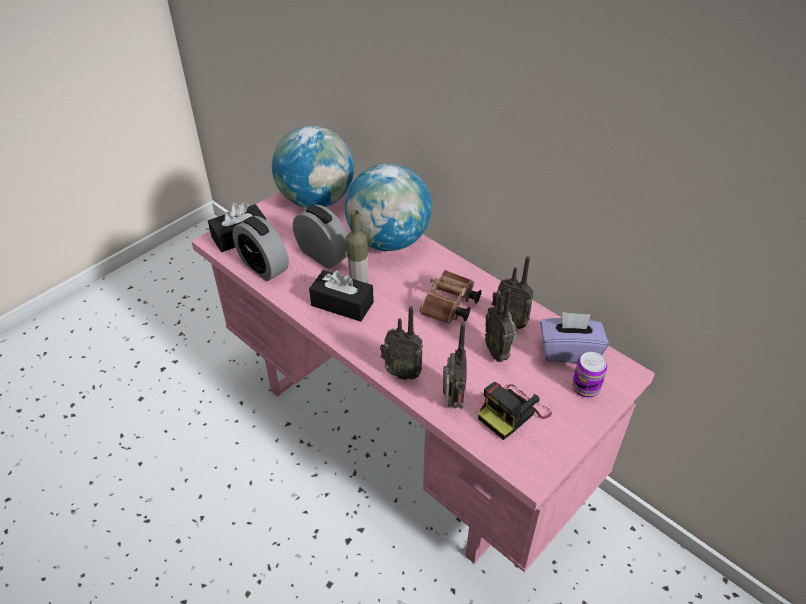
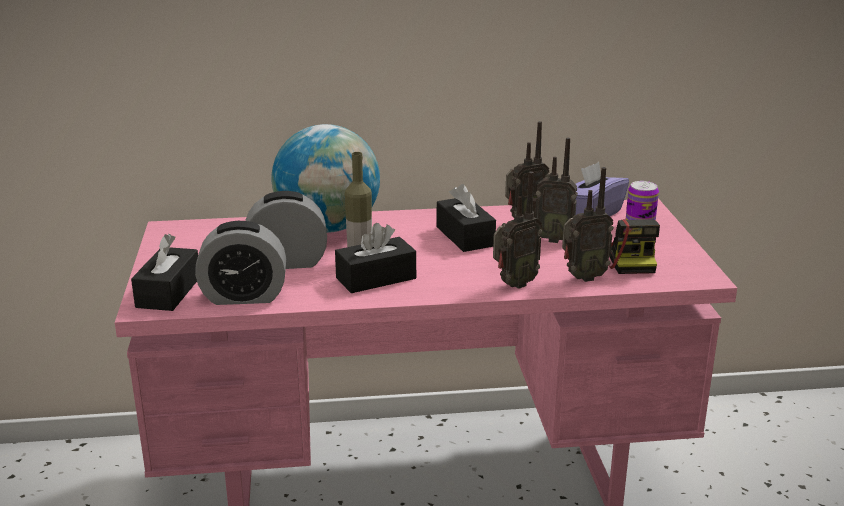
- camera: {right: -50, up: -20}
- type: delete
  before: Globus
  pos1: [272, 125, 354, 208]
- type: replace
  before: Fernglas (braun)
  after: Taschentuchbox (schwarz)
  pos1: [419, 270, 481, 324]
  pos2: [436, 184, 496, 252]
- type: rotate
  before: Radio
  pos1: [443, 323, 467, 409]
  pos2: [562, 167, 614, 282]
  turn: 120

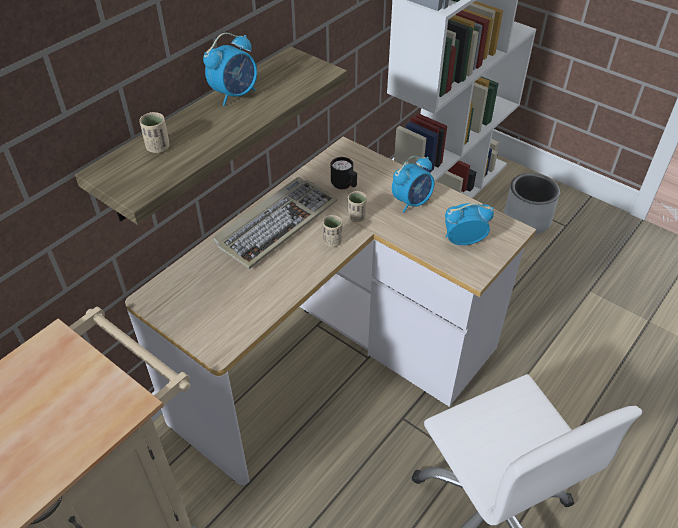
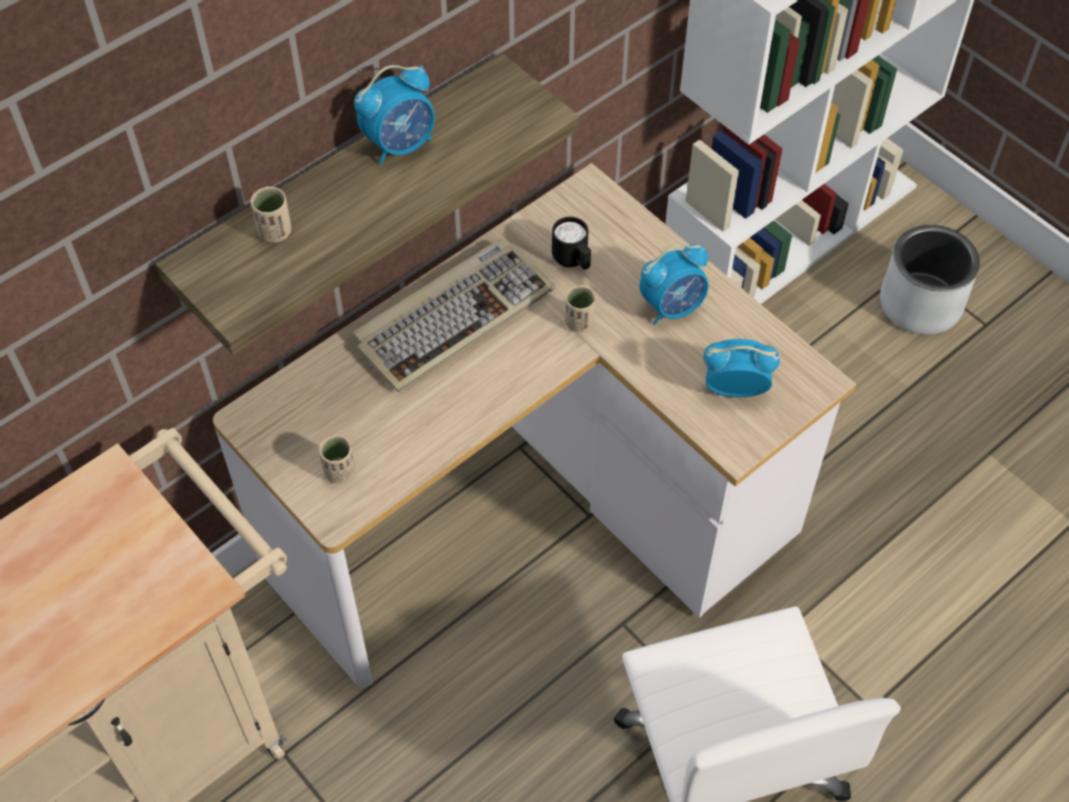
- camera: {right: 10, up: 10}
- type: move
  before: Tasse (beige)
  pos1: [323, 215, 342, 247]
  pos2: [319, 435, 355, 484]

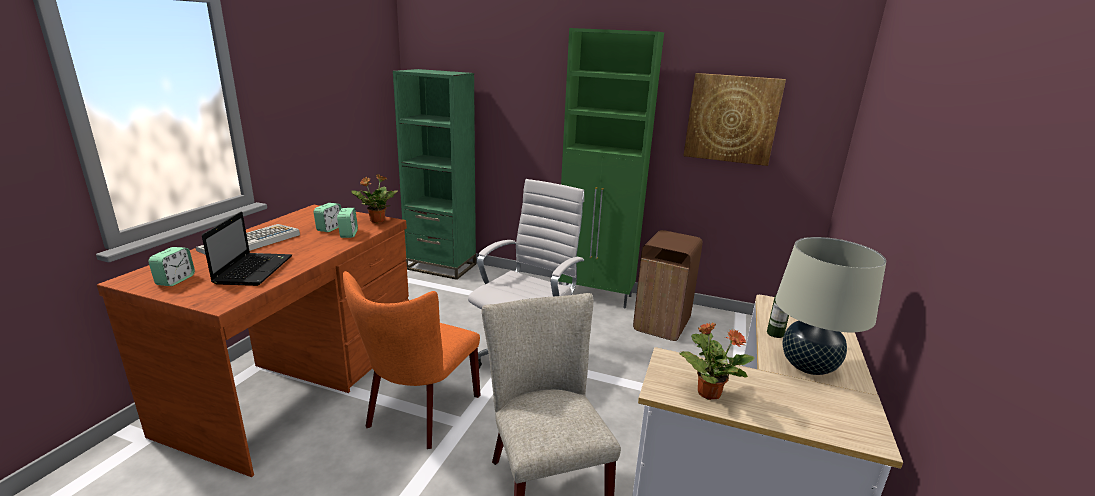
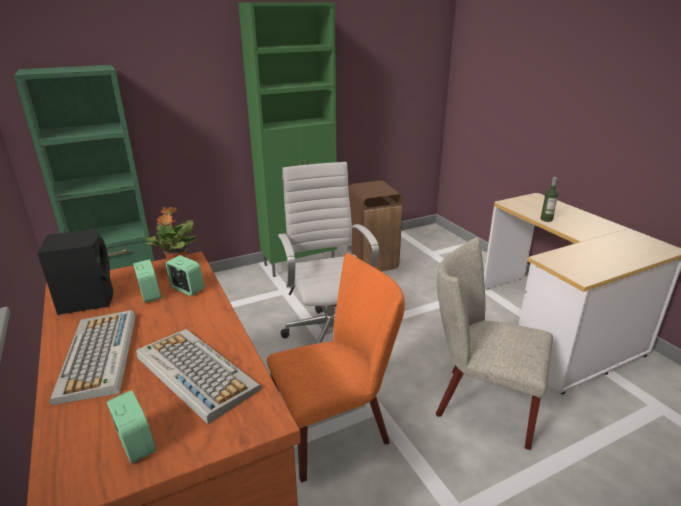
- camera: {right: -45, up: 5}
- type: replace
  before: Laptop
  after: Tastatur
  pos1: [202, 212, 292, 286]
  pos2: [136, 329, 261, 424]
- type: rotate
  before: Stuhl (orange)
  pos1: [343, 271, 480, 449]
  pos2: [267, 253, 405, 482]
  turn: -90
- type: delete
  before: Topfpflanze
  pos1: [679, 322, 755, 400]
- type: delete
  before: Bild
  pos1: [683, 73, 786, 166]
- type: delete
  before: Tischlampe (beige)
  pos1: [775, 237, 886, 375]
- type: insert
  after: Lautsprecher (schwarz)
  pos2: [37, 229, 113, 315]

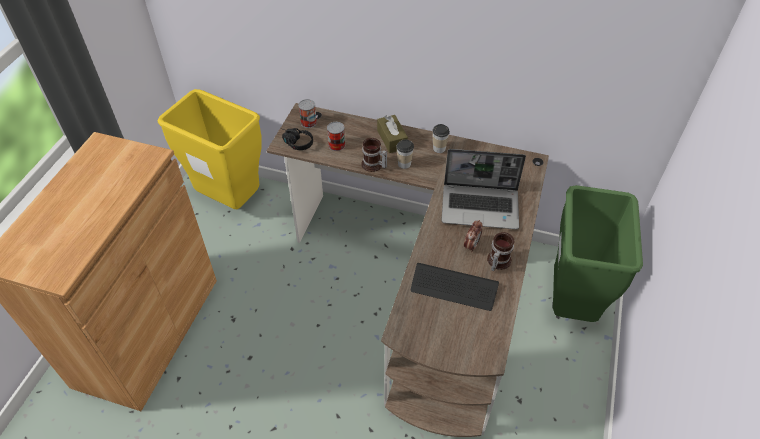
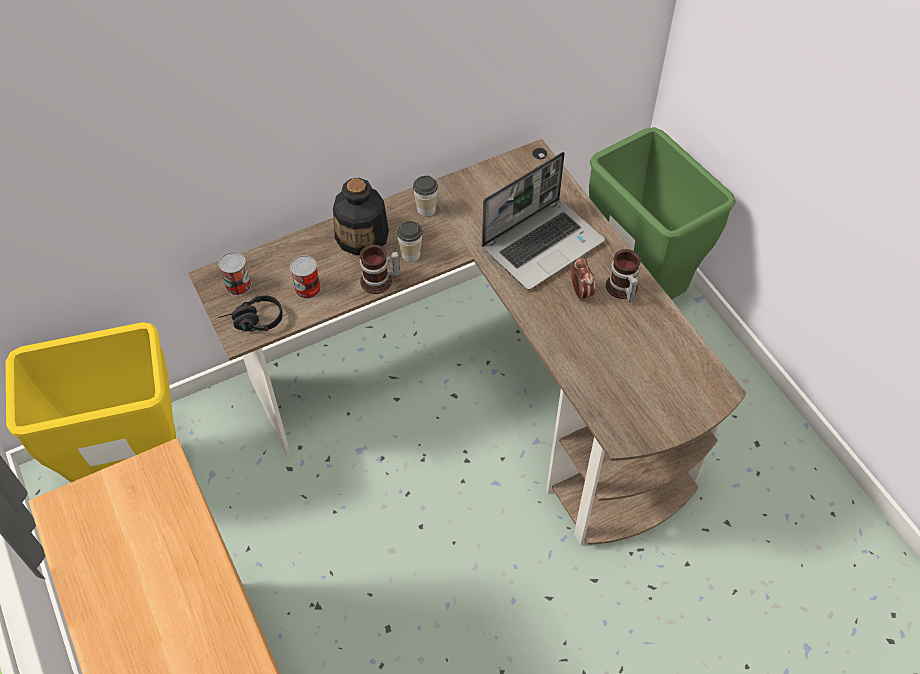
- camera: {right: -45, up: 5}
- type: replace
  before: Taschentuchbox (braun)
  after: Flasche
  pos1: [377, 115, 408, 153]
  pos2: [333, 178, 389, 255]
- type: delete
  before: Tastatur
  pos1: [411, 263, 499, 311]

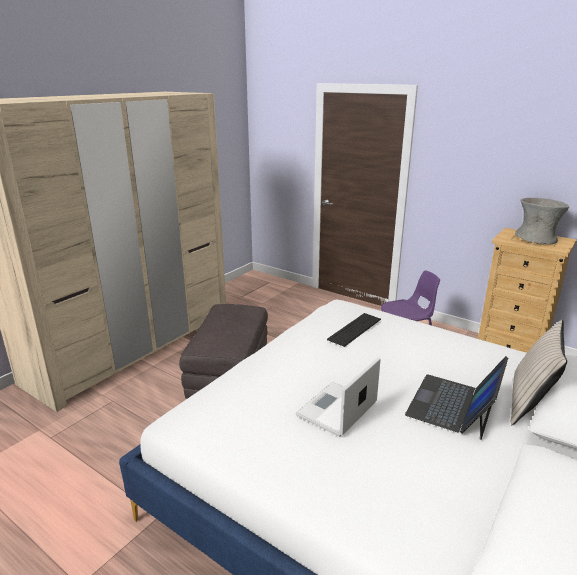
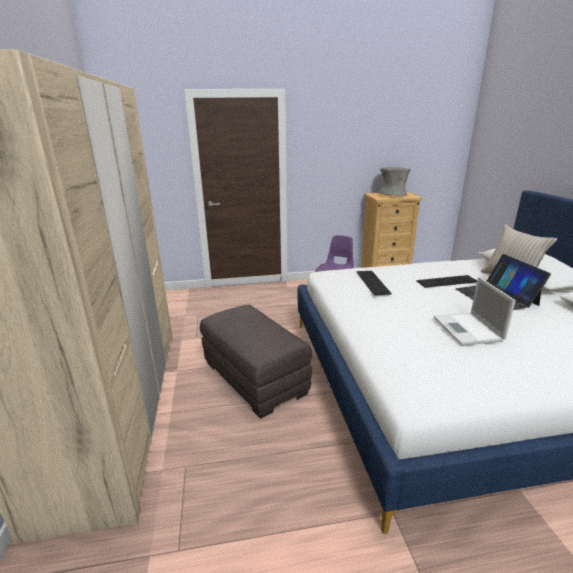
- camera: {right: -45, up: 0}
- type: insert
  after: Tastatur
  pos2: [416, 275, 477, 288]

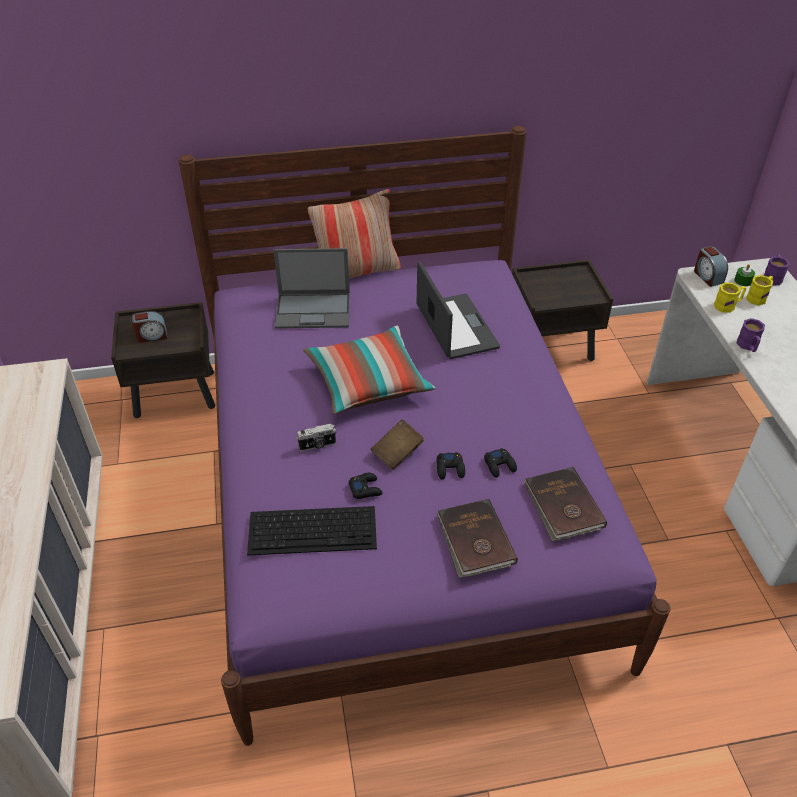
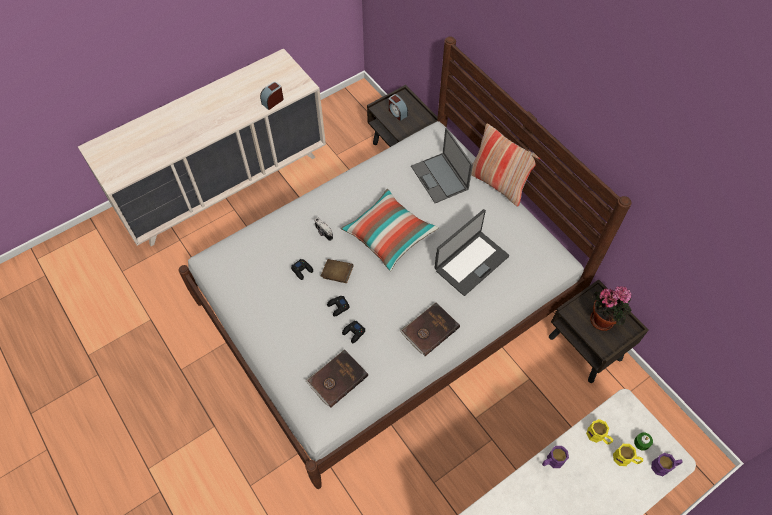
- camera: {right: 65, up: 15}
- type: recolor
  before: Bett (lila)
  after: Bett (weiß)
  pos1: [179, 126, 671, 746]
  pos2: [178, 37, 632, 489]
- type: delete
  before: Tastatur
  pos1: [247, 506, 377, 556]
- type: move
  before: Buch (braun)
  pos1: [437, 499, 518, 578]
  pos2: [399, 302, 460, 356]
- type: move
  before: Wecker
  pos1: [694, 246, 728, 287]
  pos2: [260, 81, 283, 110]
- type: insert
  after: Topfpflanze
  pos2: [590, 286, 632, 331]

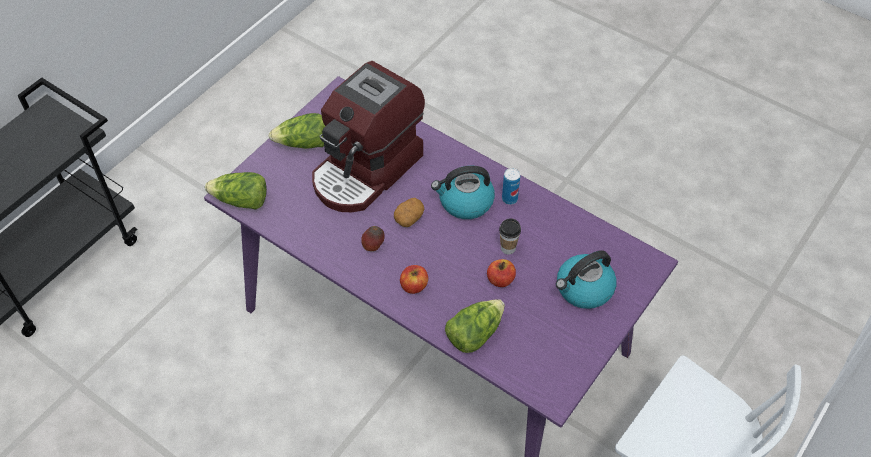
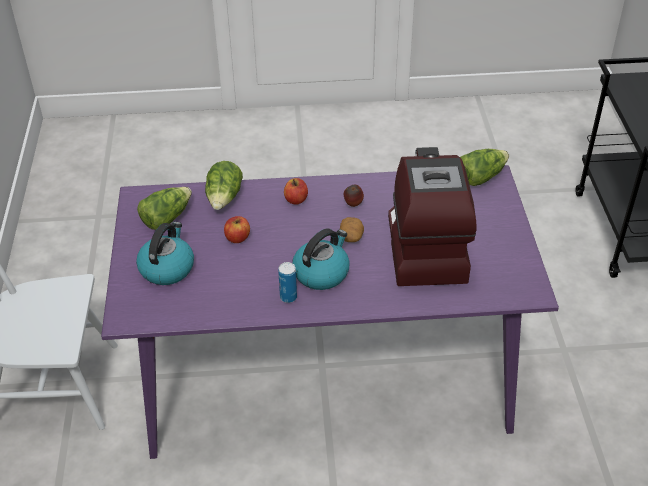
- camera: {right: 140, up: -10}
- type: move
  before: Salatkopf
  pos1: [269, 113, 325, 149]
  pos2: [137, 187, 192, 230]
- type: delete
  before: Tasse
  pos1: [499, 218, 521, 254]

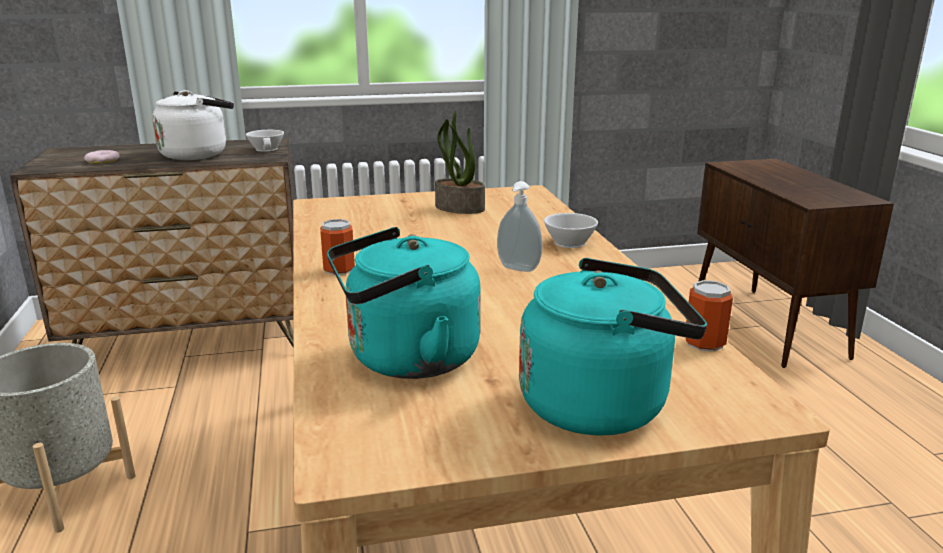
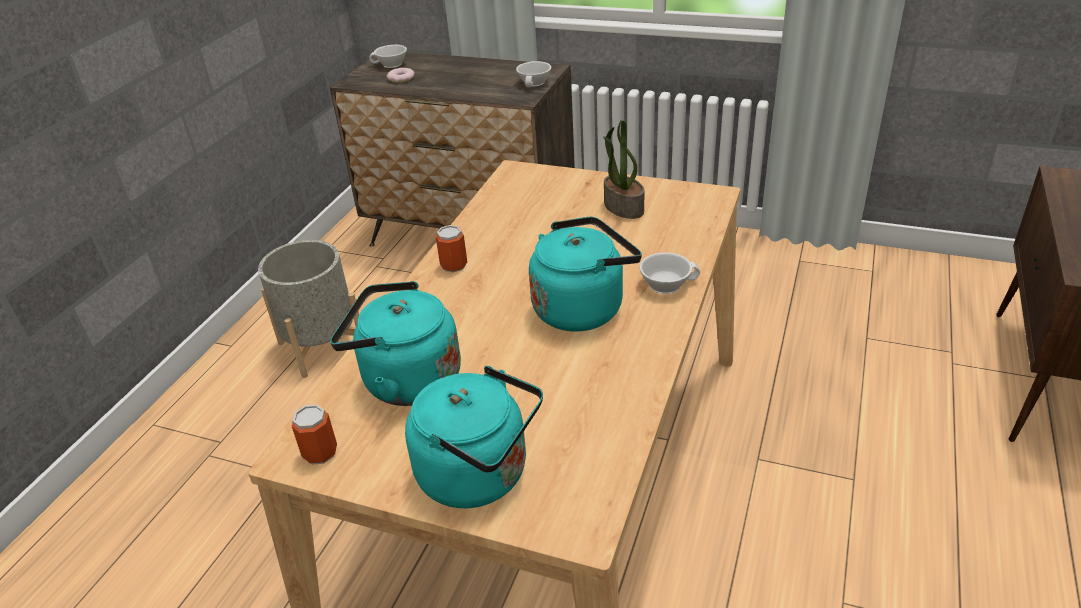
- camera: {right: 35, up: 15}
- type: delete
  before: Wasserkessel (weiß)
  pos1: [152, 90, 234, 160]
- type: replace
  before: Seifenspender
  after: Wasserkessel (türkis)
  pos1: [497, 181, 543, 272]
  pos2: [529, 217, 642, 331]
- type: move
  before: Dose
  pos1: [685, 280, 733, 352]
  pos2: [292, 405, 337, 464]
- type: insert
  after: Tasse (weiß)
  pos2: [369, 45, 407, 68]

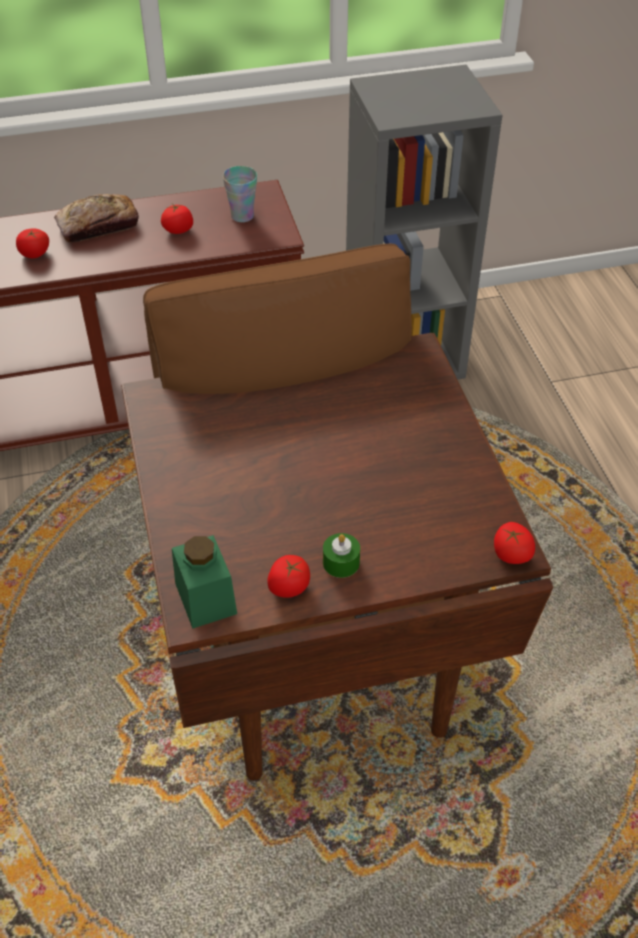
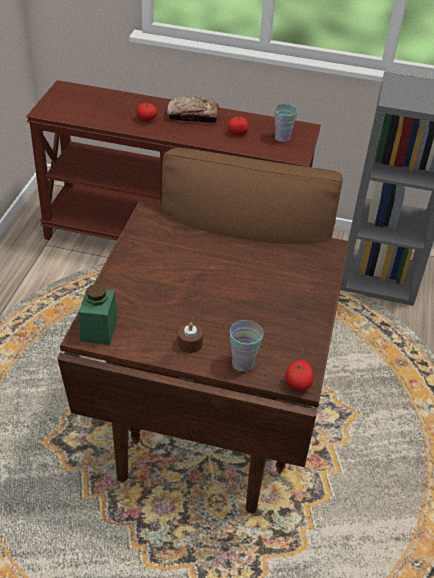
- camera: {right: 25, up: -5}
- type: delete
  before: Tomate
  pos1: [267, 555, 310, 598]
- type: recolor
  before: Kerze (grün)
  after: Kerze (braun)
  pos1: [323, 533, 360, 578]
  pos2: [178, 322, 203, 353]
- type: insert
  after: Tasse
  pos2: [230, 320, 264, 372]

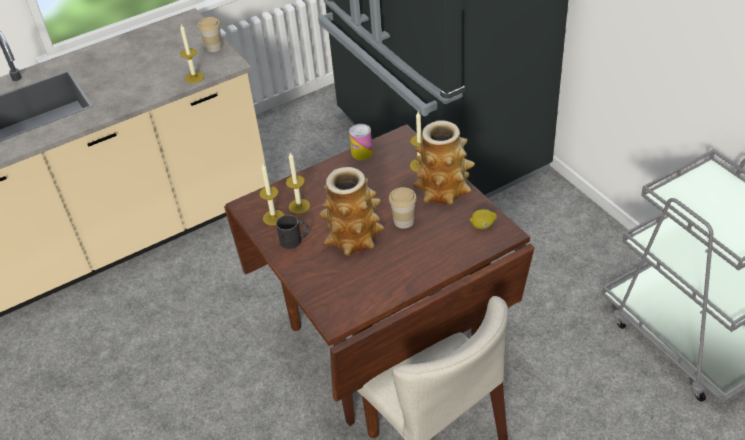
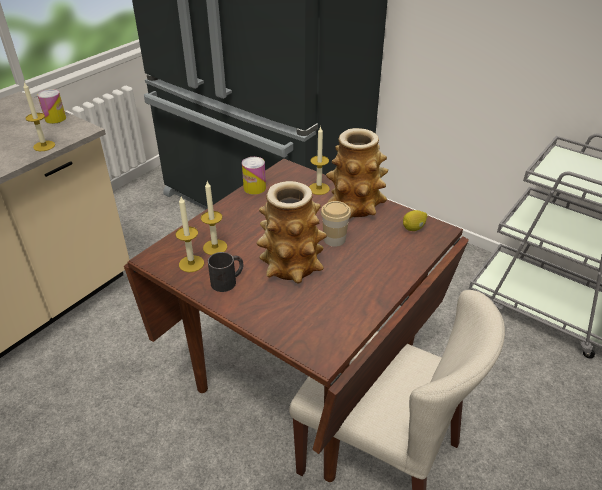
- camera: {right: -25, up: -5}
- type: replace
  before: Tasse
  after: Dose
  pos1: [198, 17, 222, 52]
  pos2: [37, 89, 66, 124]

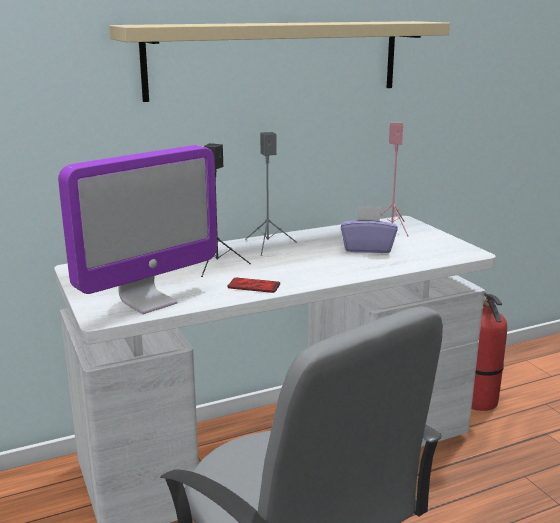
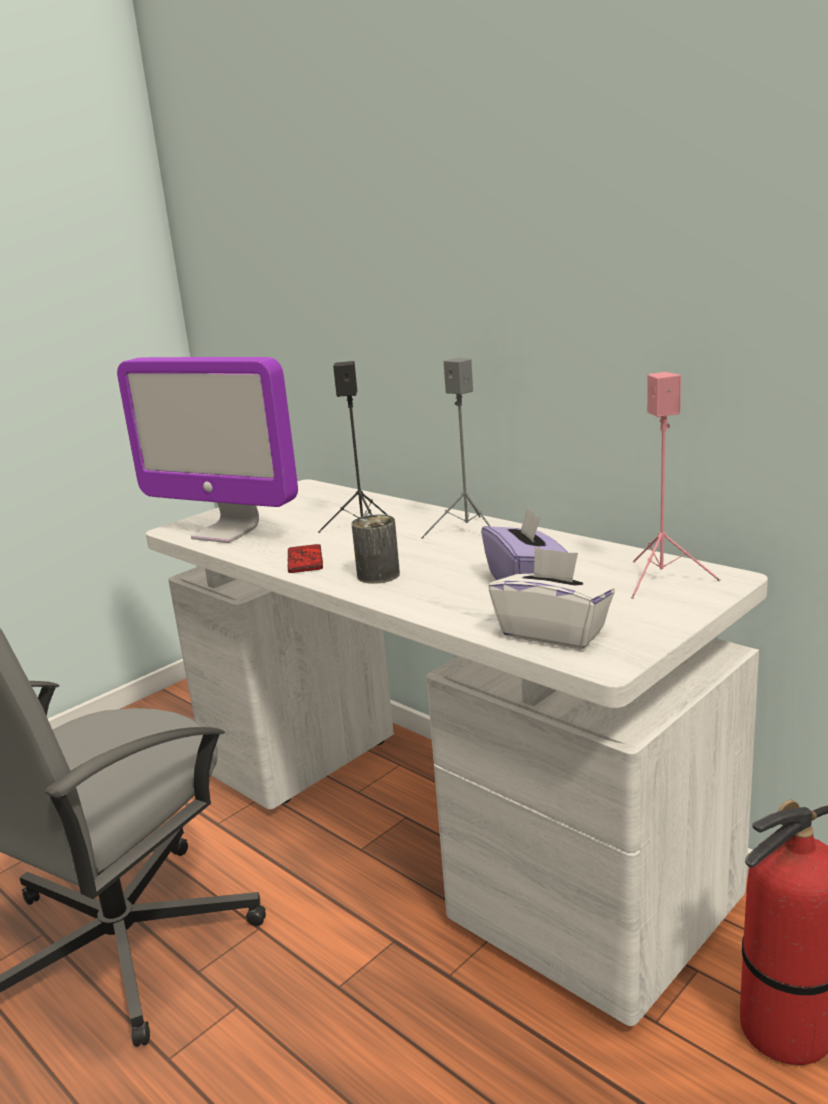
- camera: {right: 70, up: 0}
- type: delete
  before: Wandregal (beige)
  pos1: [109, 21, 450, 102]
- type: insert
  after: Dose
  pos2: [351, 514, 400, 584]
- type: insert
  after: Taschentuchbox (weiß)
  pos2: [489, 547, 615, 649]

